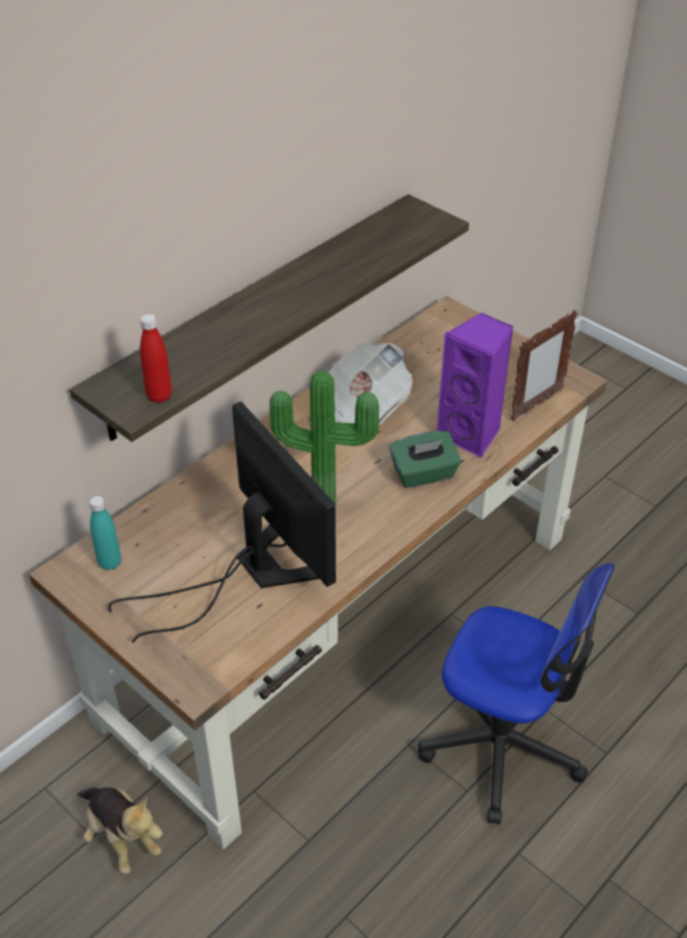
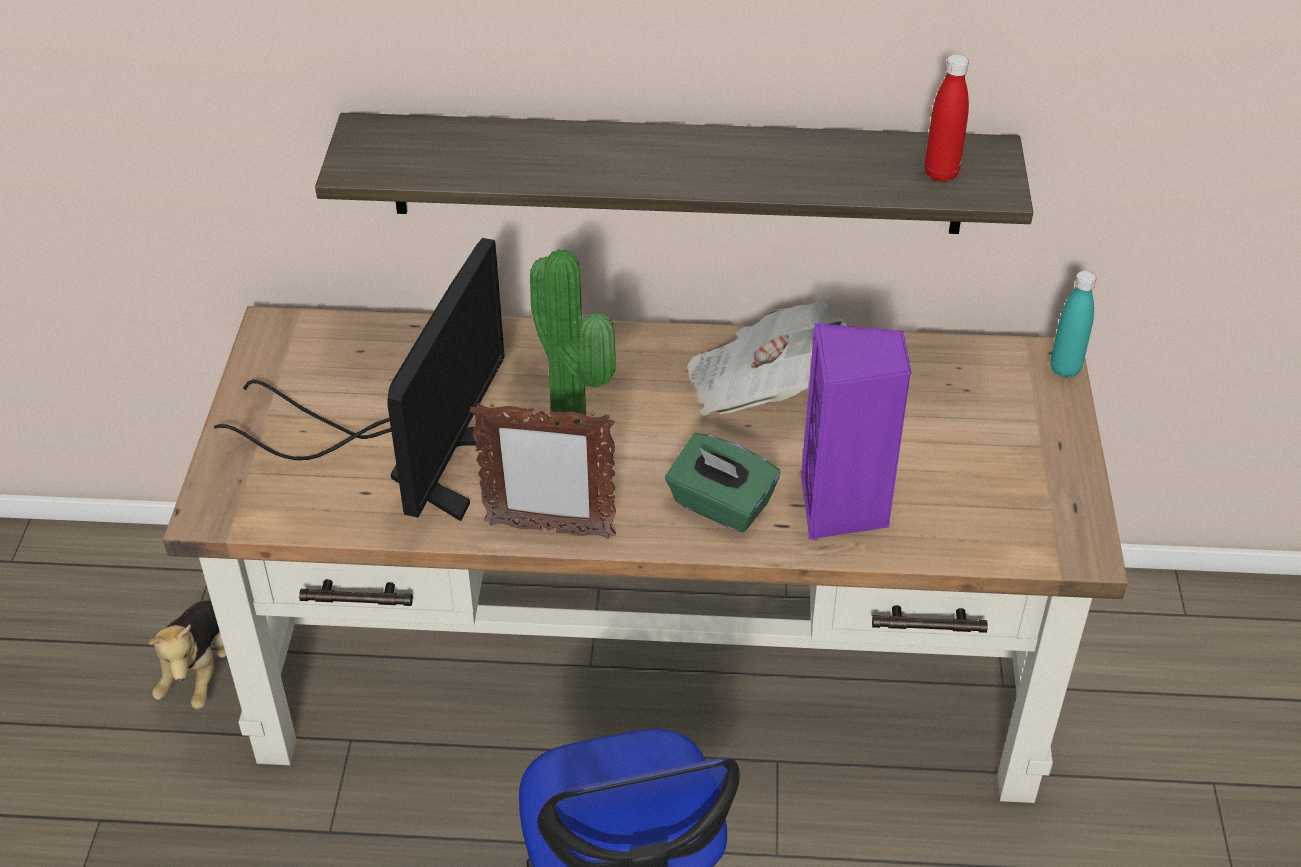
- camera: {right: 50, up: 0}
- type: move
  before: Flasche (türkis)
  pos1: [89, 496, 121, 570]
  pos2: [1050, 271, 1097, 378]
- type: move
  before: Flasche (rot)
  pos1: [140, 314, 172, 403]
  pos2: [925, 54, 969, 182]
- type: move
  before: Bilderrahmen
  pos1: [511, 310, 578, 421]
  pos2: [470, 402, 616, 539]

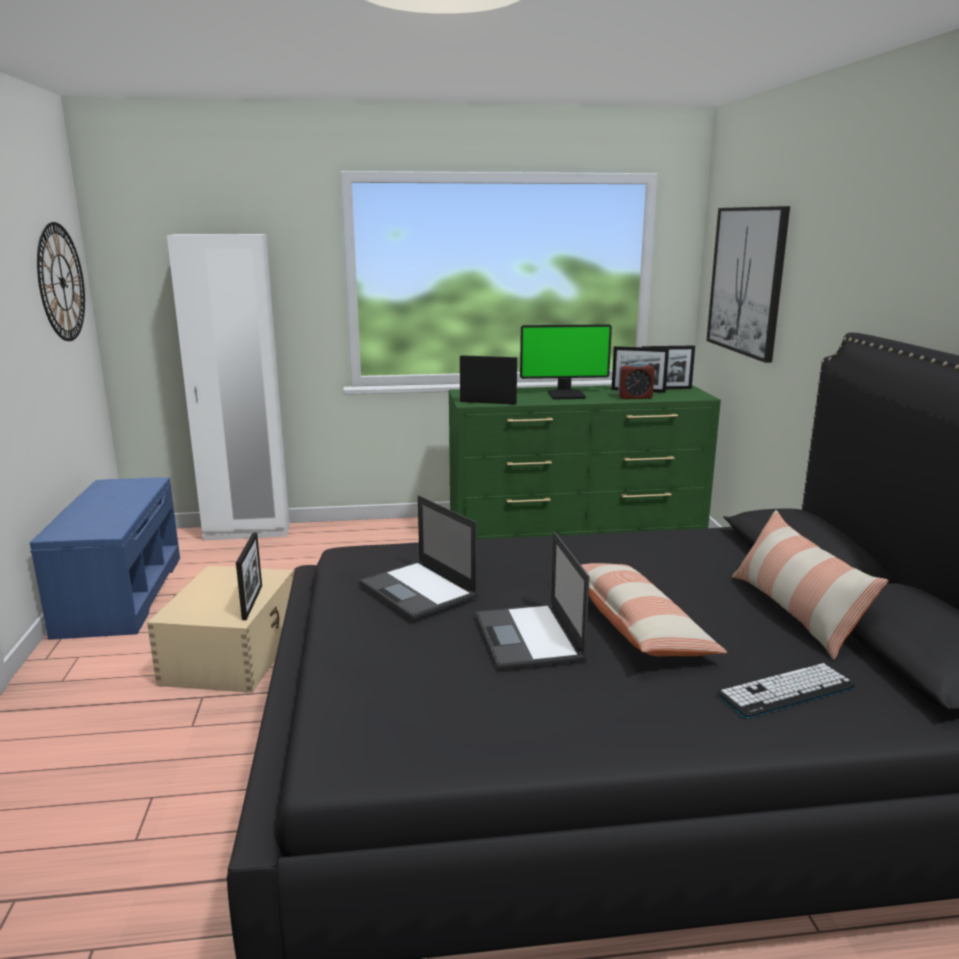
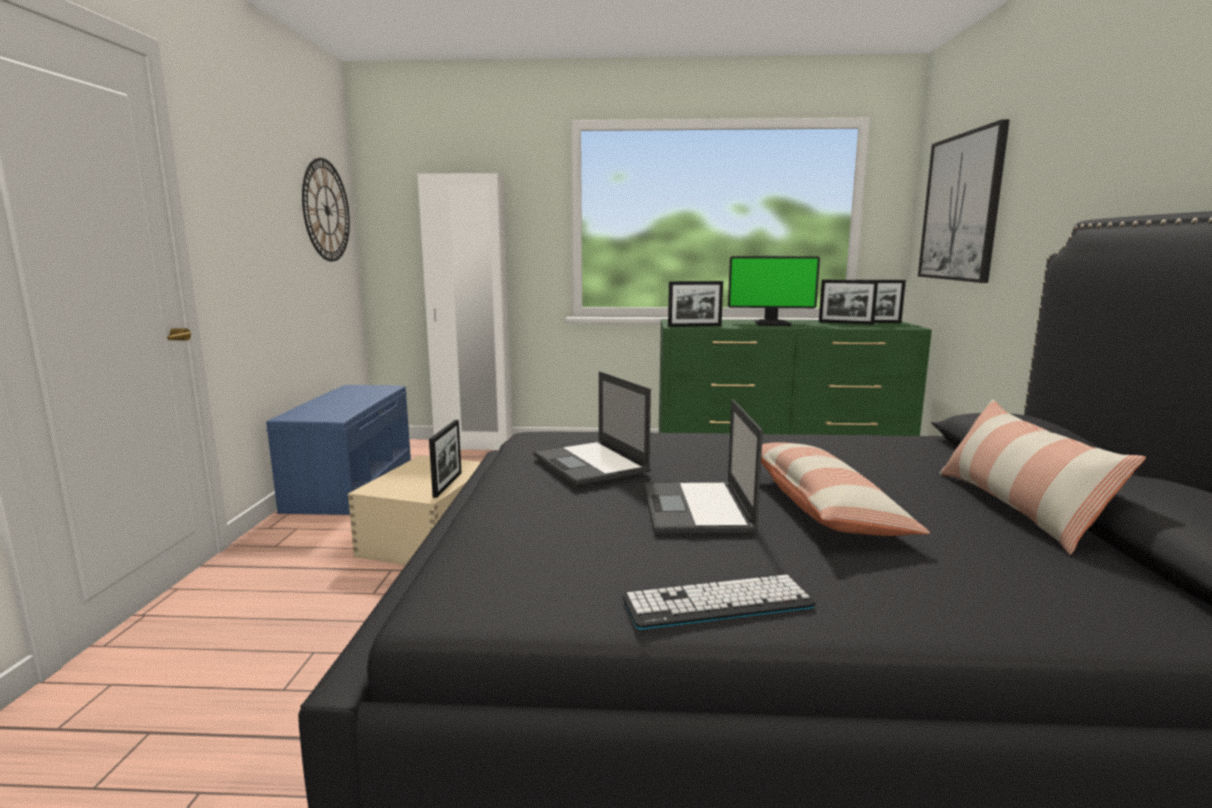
- camera: {right: 10, up: -5}
- type: rotate
  before: Bilderrahmen
  pos1: [460, 355, 517, 405]
  pos2: [668, 281, 723, 327]
  turn: 150
- type: delete
  before: Wecker
  pos1: [618, 362, 655, 399]
- type: move
  before: Tastatur
  pos1: [717, 663, 855, 718]
  pos2: [622, 575, 815, 630]

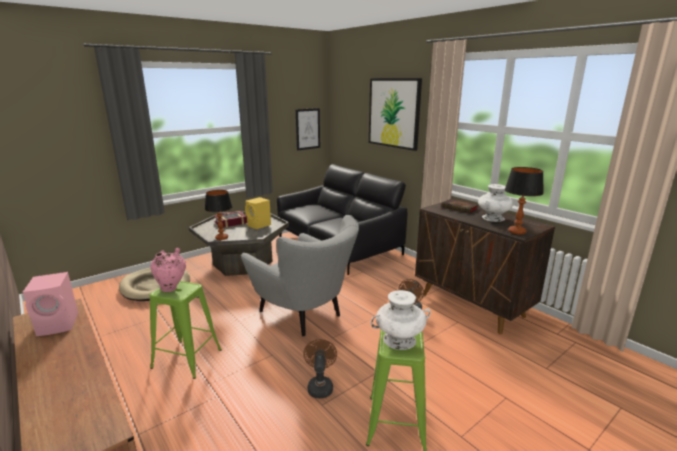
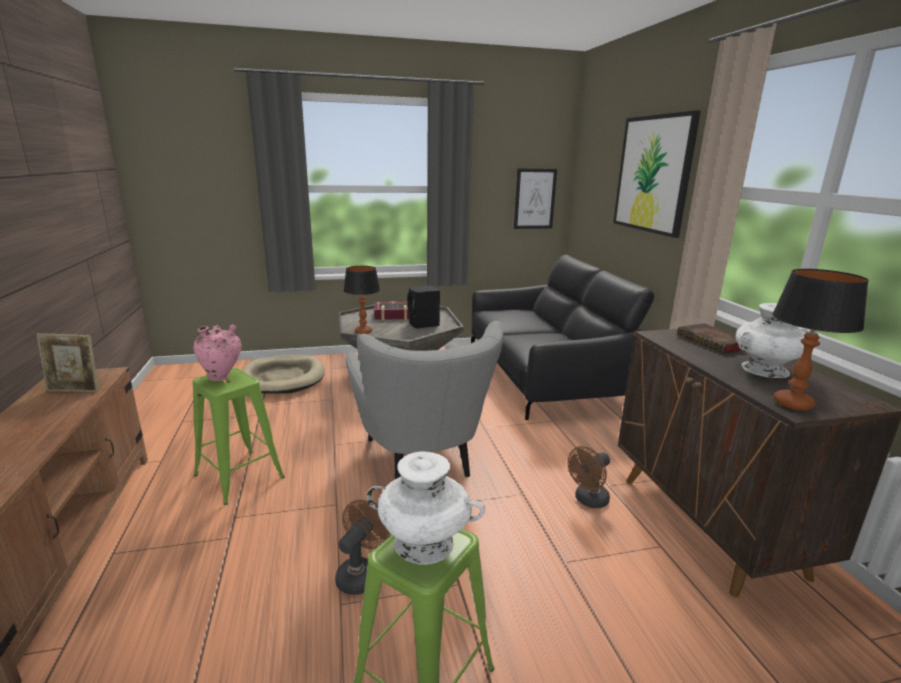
- camera: {right: 25, up: 0}
- type: replace
  before: Lautsprecher (rosa)
  after: Bilderrahmen
  pos1: [23, 272, 78, 336]
  pos2: [37, 333, 99, 392]
- type: recolor
  before: Lautsprecher (gelb)
  after: Lautsprecher (schwarz)
  pos1: [245, 197, 271, 229]
  pos2: [407, 285, 440, 329]

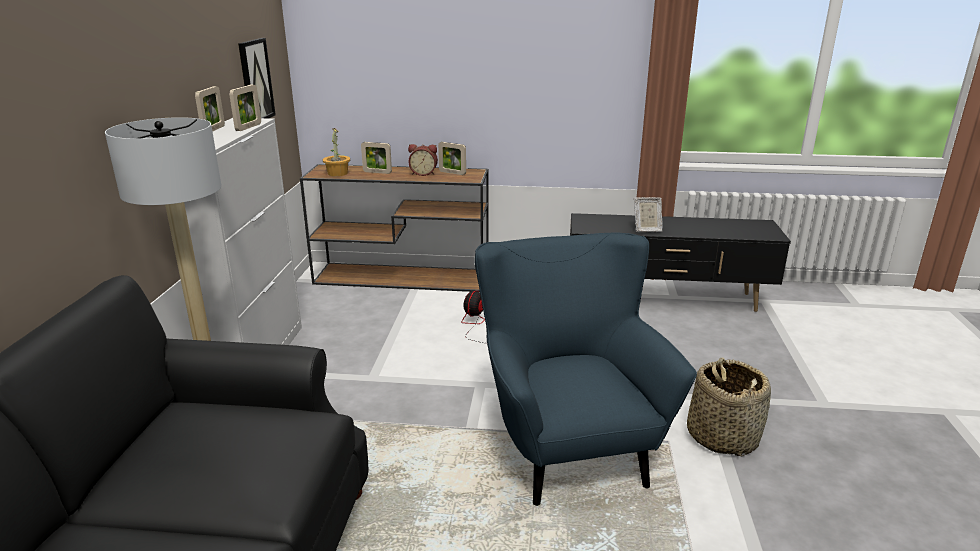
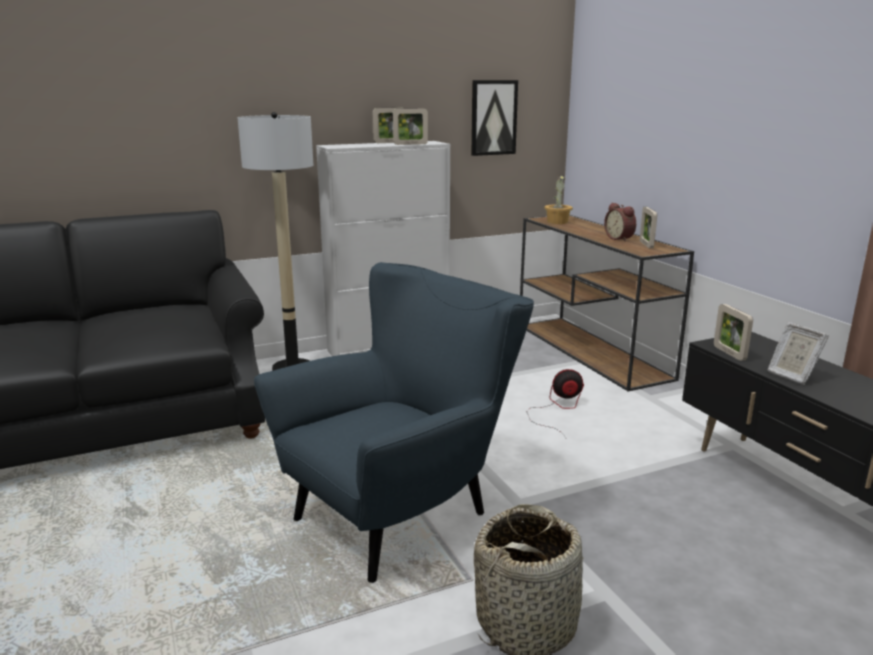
- camera: {right: 60, up: -5}
- type: move
  before: Bilderrahmen
  pos1: [361, 142, 392, 174]
  pos2: [714, 304, 753, 361]

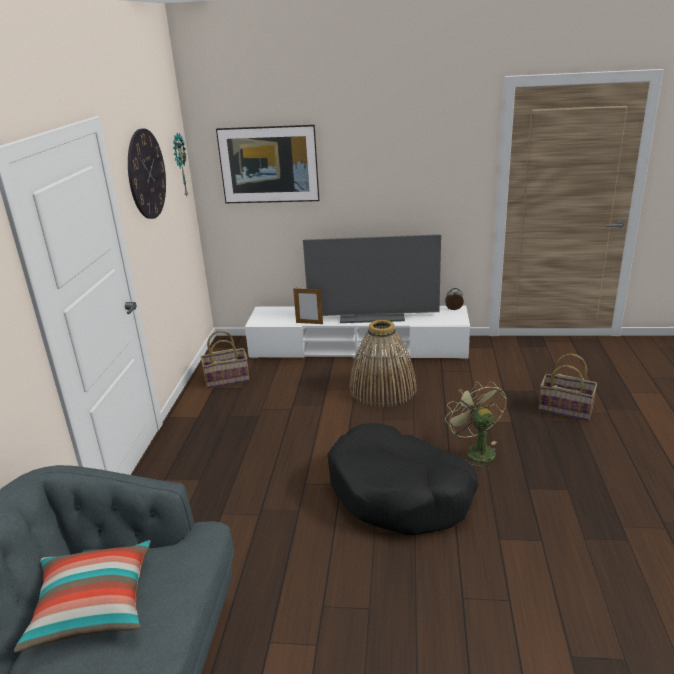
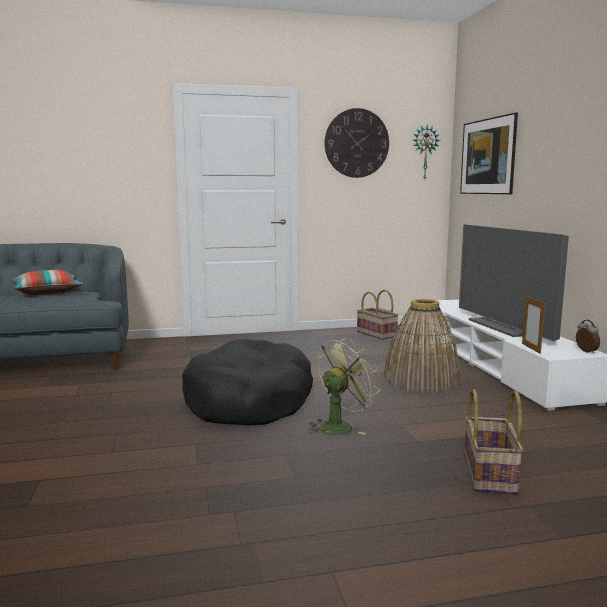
- camera: {right: 70, up: -15}
- type: move
  before: Bilderrahmen
  pos1: [293, 288, 323, 324]
  pos2: [522, 296, 545, 354]

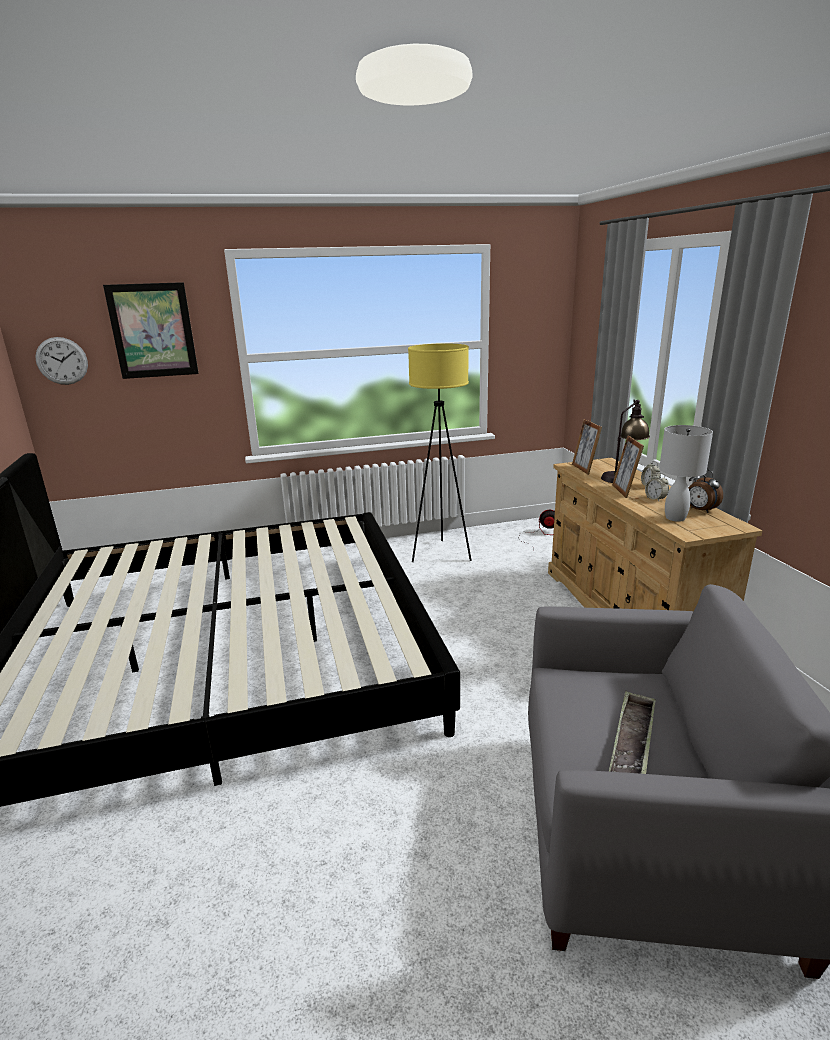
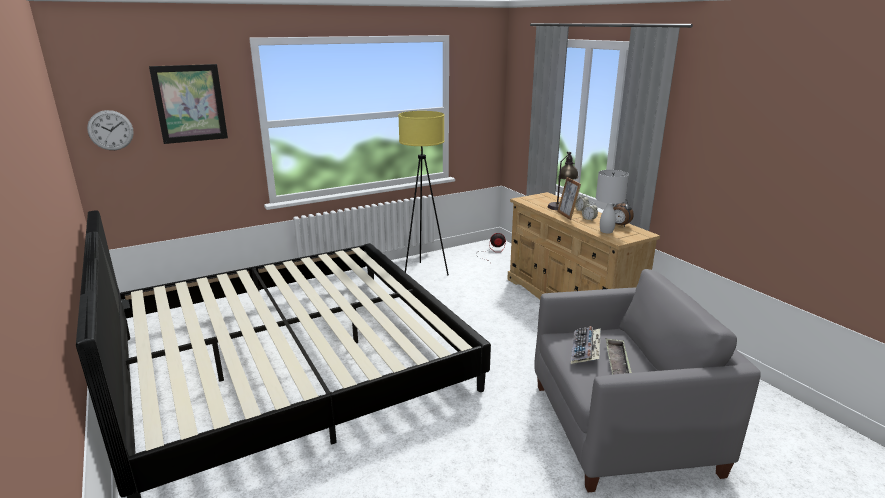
- camera: {right: -15, up: 0}
- type: delete
  before: Bilderrahmen
  pos1: [572, 419, 602, 475]
- type: insert
  after: Tastatur
  pos2: [571, 326, 601, 364]

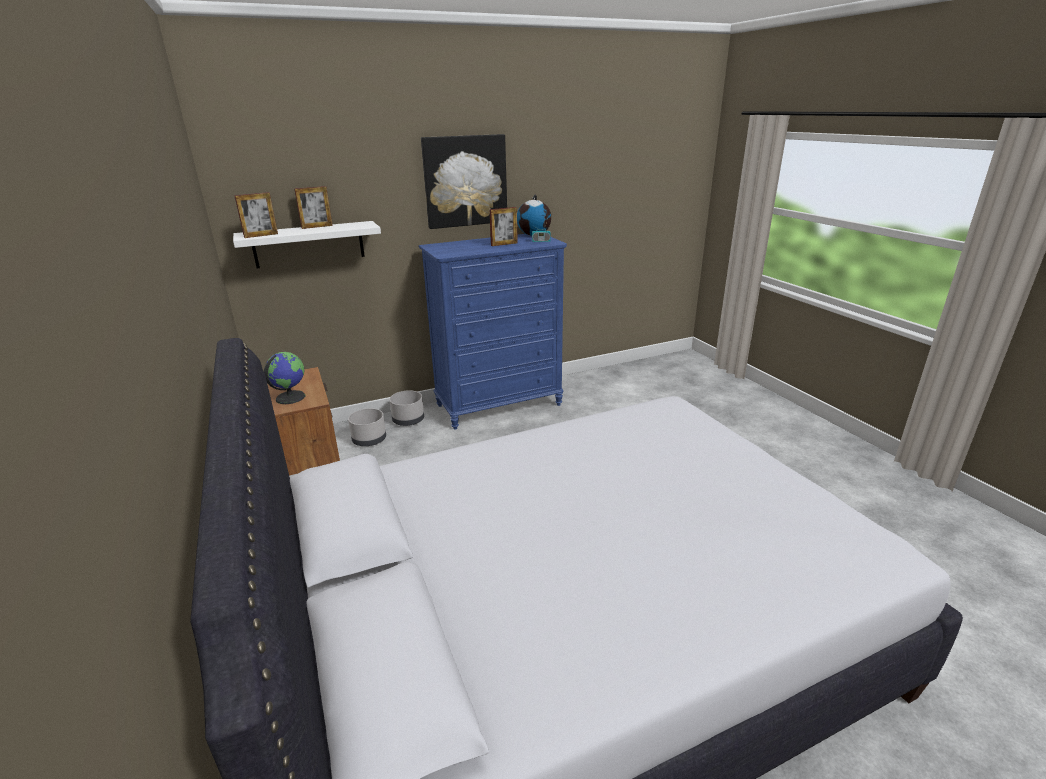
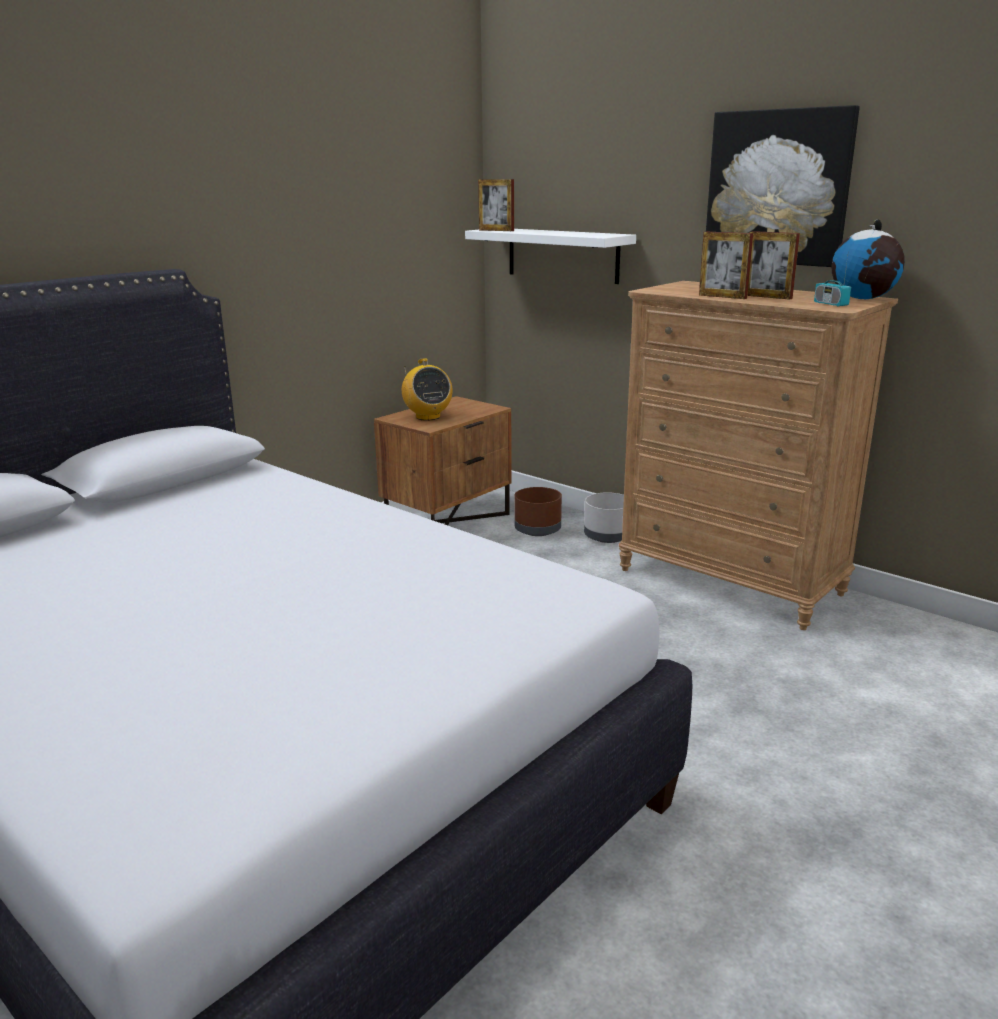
- camera: {right: 65, up: -5}
- type: replace
  before: Globus
  after: Radio
  pos1: [264, 352, 305, 404]
  pos2: [402, 358, 453, 421]
- type: move
  before: Bilderrahmen
  pos1: [294, 186, 333, 229]
  pos2: [699, 232, 753, 299]
- type: recolor
  before: Pflanzkübel (grau)
  after: Pflanzkübel (braun)
  pos1: [348, 408, 386, 446]
  pos2: [514, 487, 562, 536]
- type: recolor
  before: Kommode (blau)
  after: Kommode (braun)
  pos1: [419, 234, 567, 429]
  pos2: [619, 281, 898, 630]

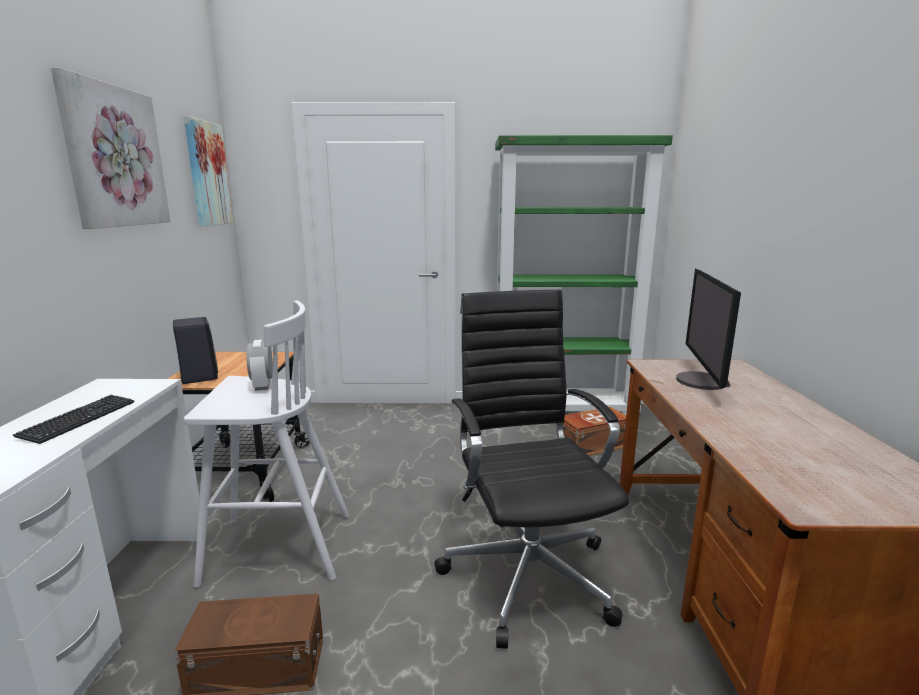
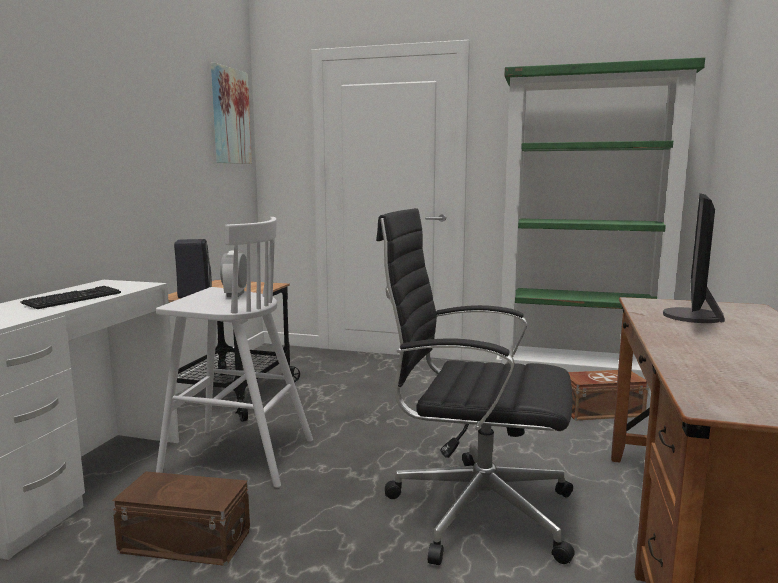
- camera: {right: 15, up: -5}
- type: delete
  before: Bild
  pos1: [51, 67, 171, 229]
- type: rotate
  before: Bürostuhl (schwarz)
  pos1: [434, 289, 629, 649]
  pos2: [376, 208, 575, 565]
  turn: -75

